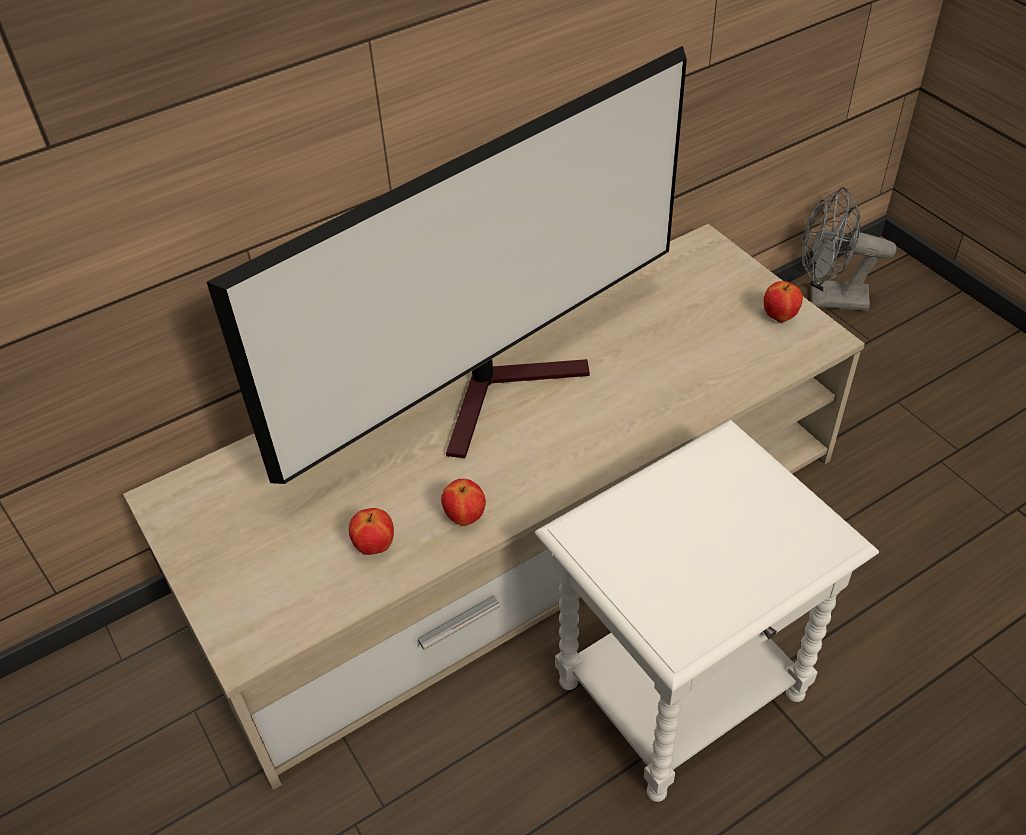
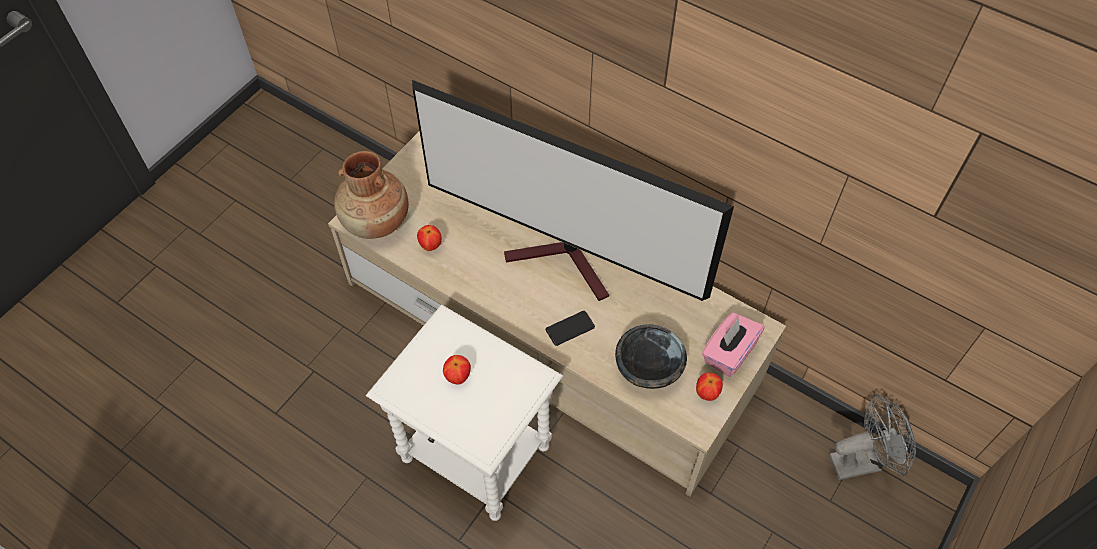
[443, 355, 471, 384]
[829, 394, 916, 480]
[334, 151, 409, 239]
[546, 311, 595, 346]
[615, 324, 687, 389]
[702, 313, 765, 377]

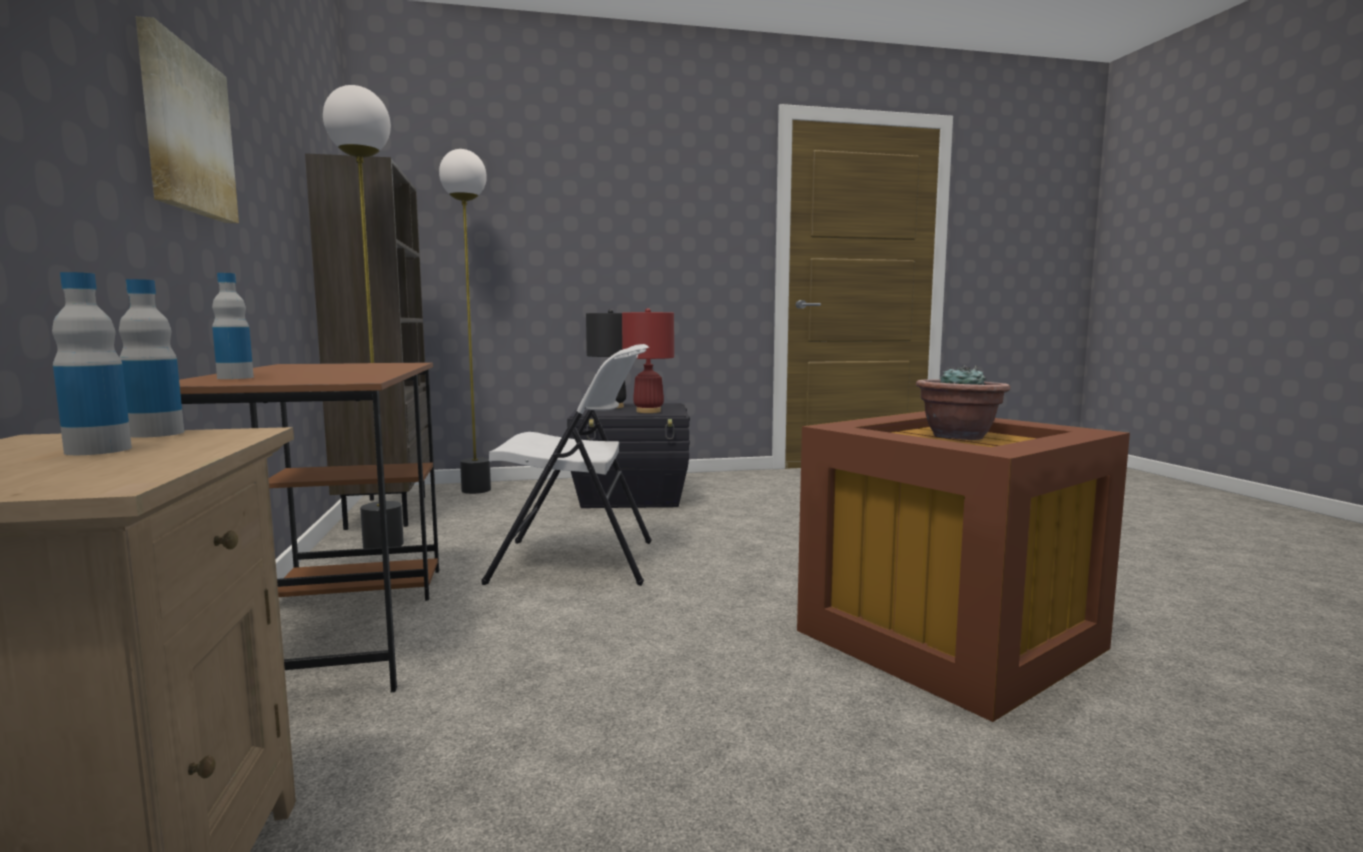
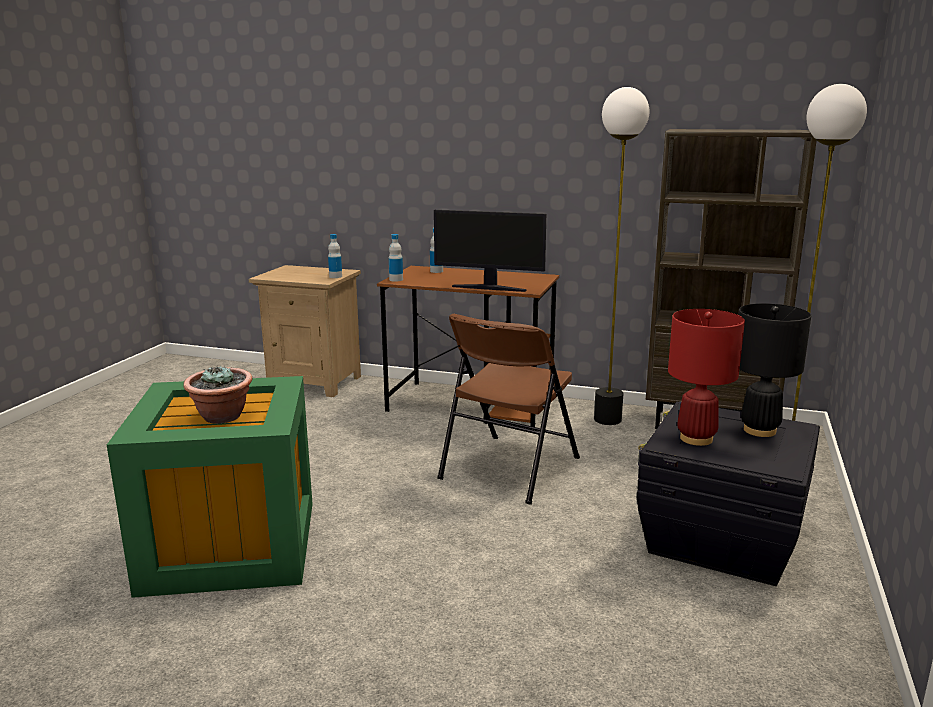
[389, 234, 403, 282]
[136, 16, 239, 223] (first image)
[437, 314, 580, 505]
[107, 376, 313, 598]
[434, 210, 546, 292]

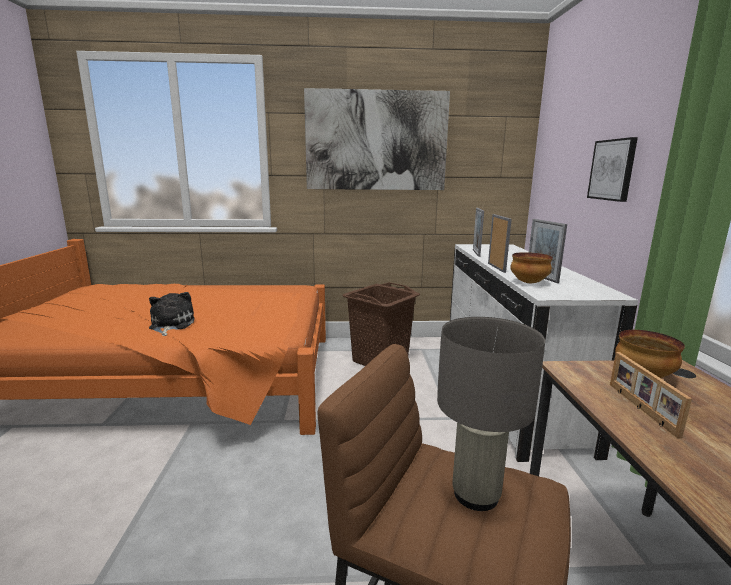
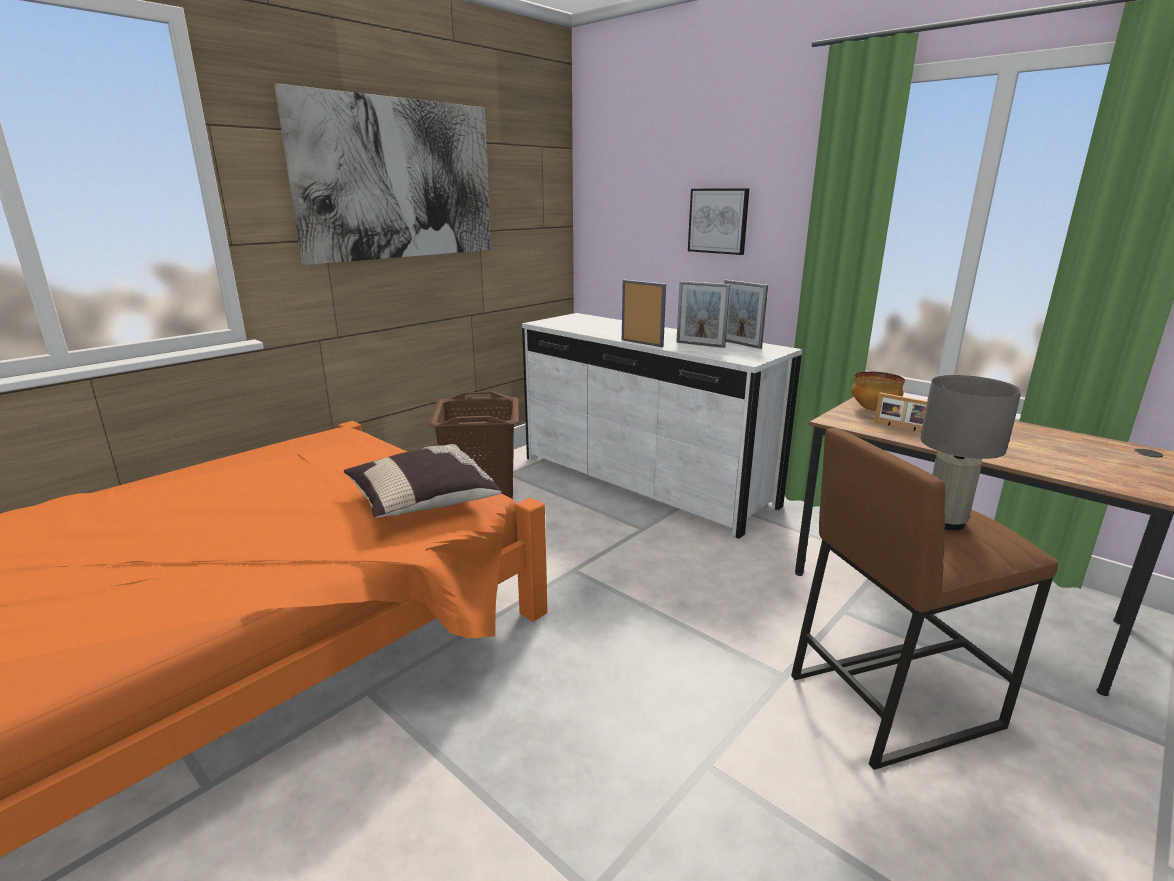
[149, 292, 195, 336] (first image)
[724, 280, 768, 349]
[511, 252, 553, 283] (first image)
[344, 444, 502, 518]

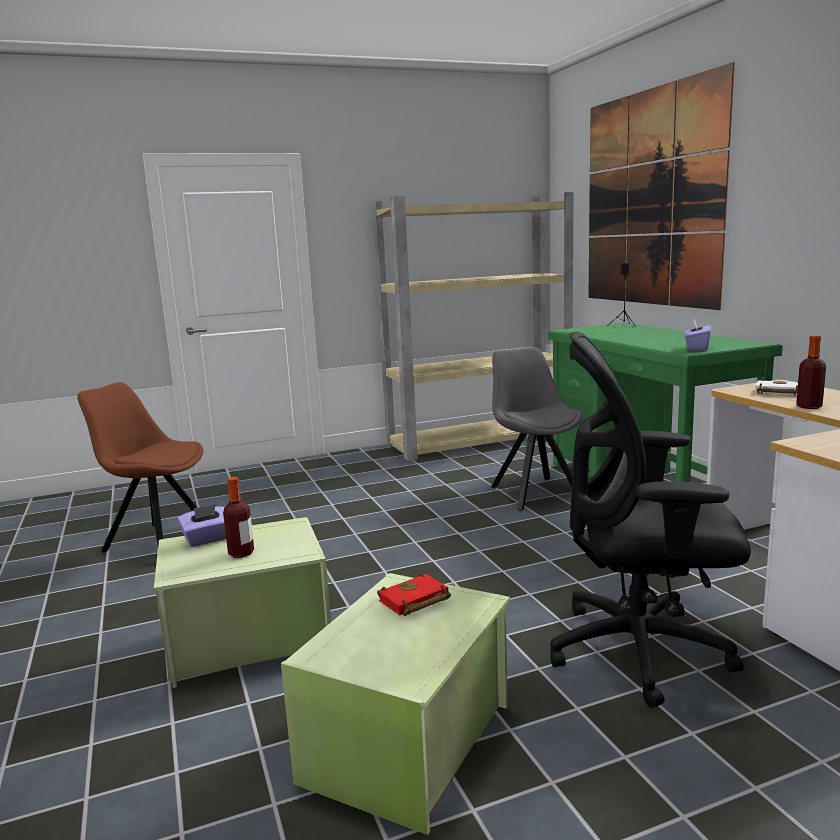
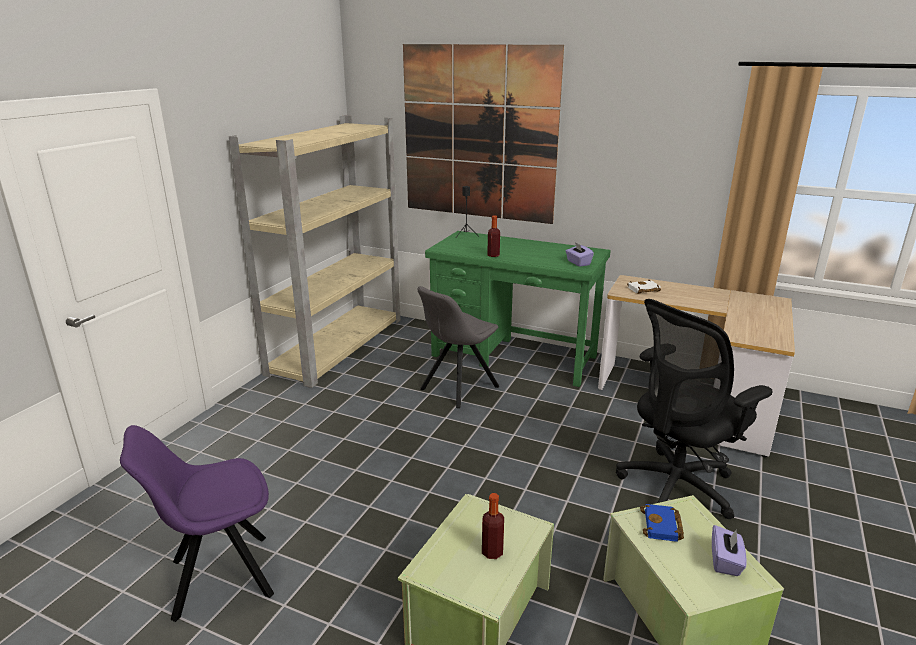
[120, 425, 274, 622]
[712, 525, 747, 576]
[640, 504, 684, 542]
[417, 286, 499, 408]
[487, 215, 500, 257]

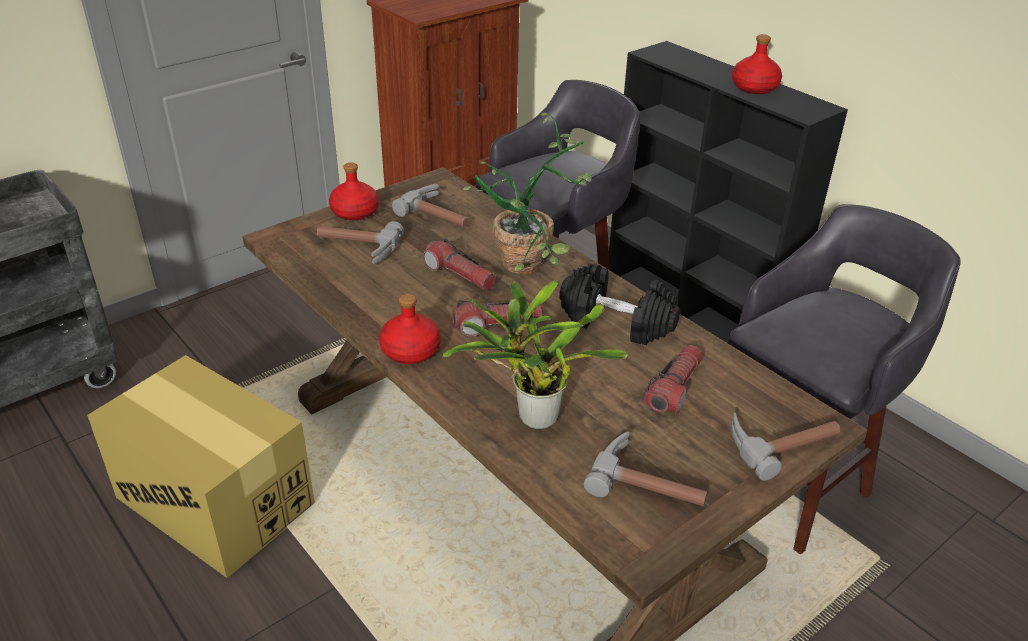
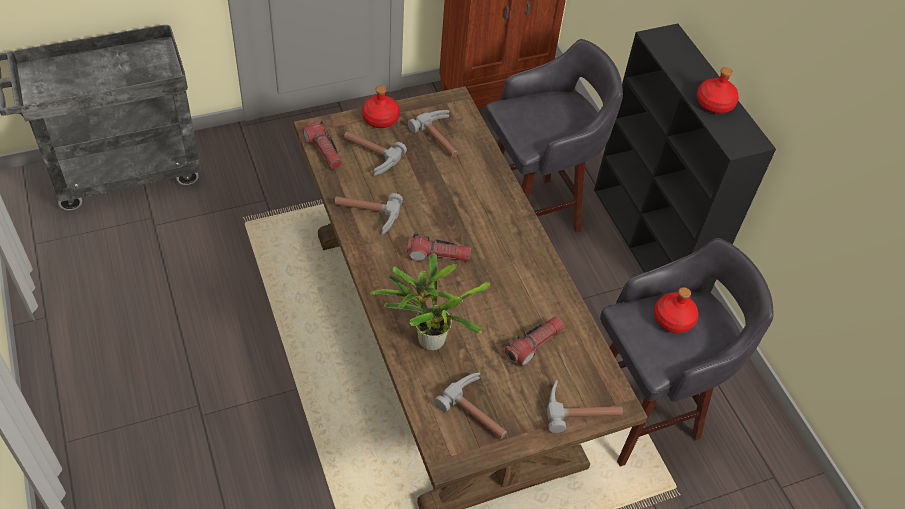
[87, 355, 315, 578] (first image)
[654, 287, 698, 333]
[303, 120, 343, 169]
[463, 113, 592, 274] (first image)
[559, 263, 680, 346] (first image)
[335, 193, 403, 235]

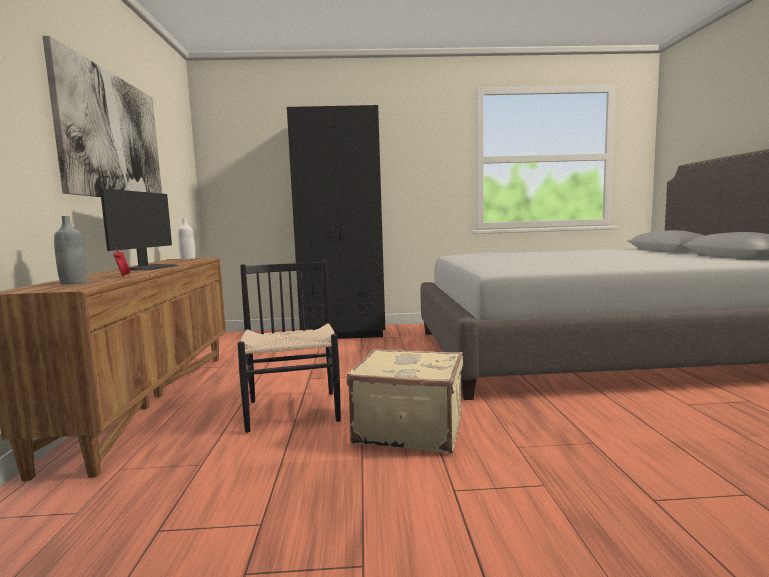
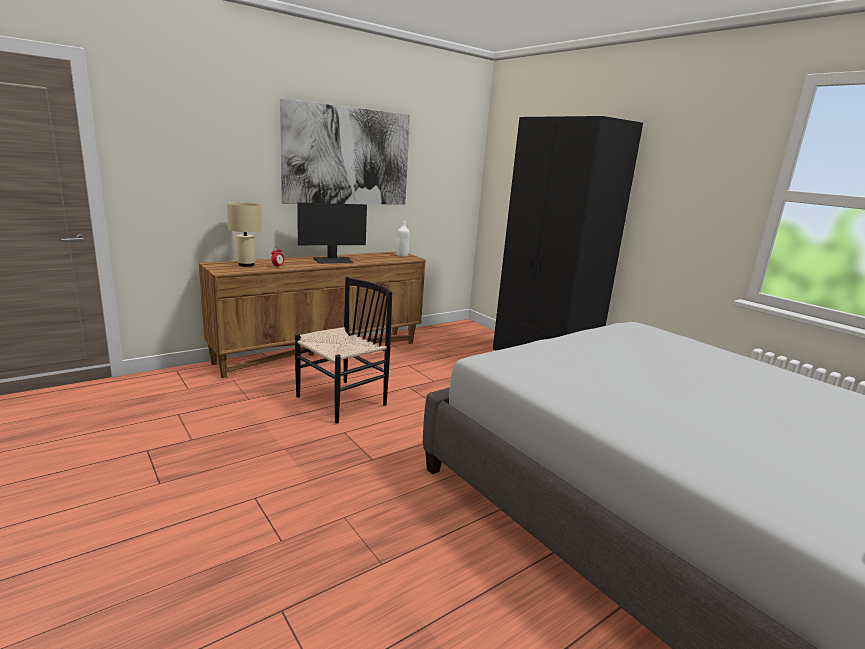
[227, 202, 262, 267]
[347, 349, 463, 453] (first image)

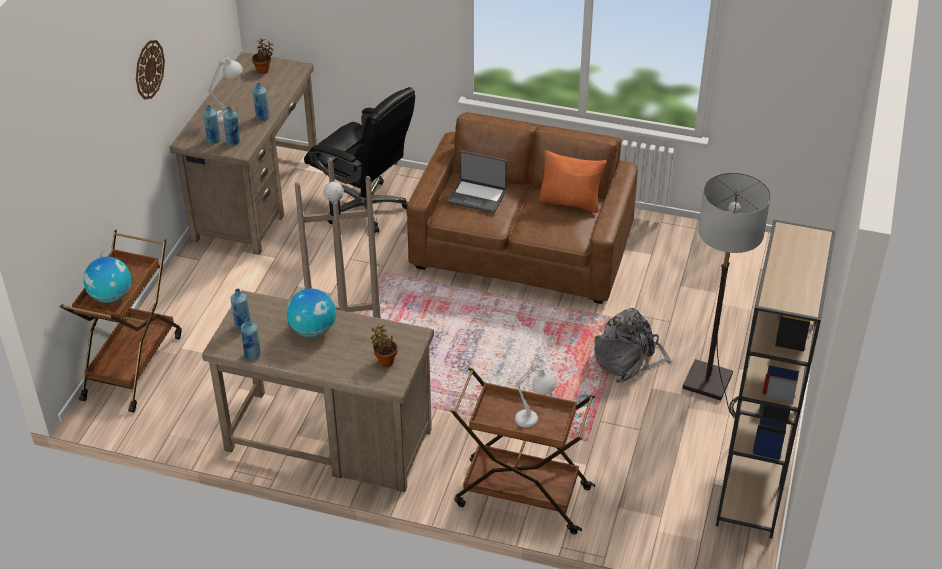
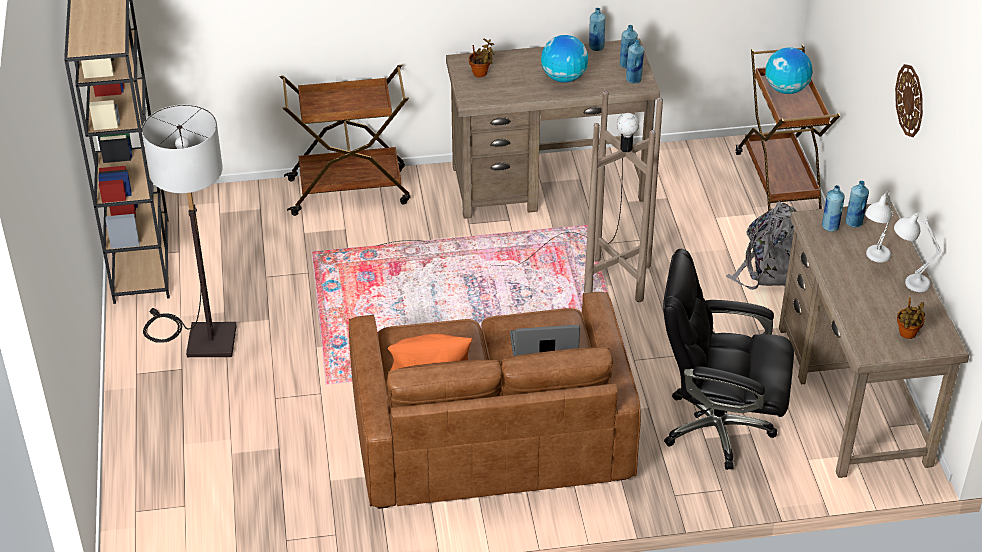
[626, 39, 644, 84]
[894, 213, 942, 292]
[726, 201, 796, 290]

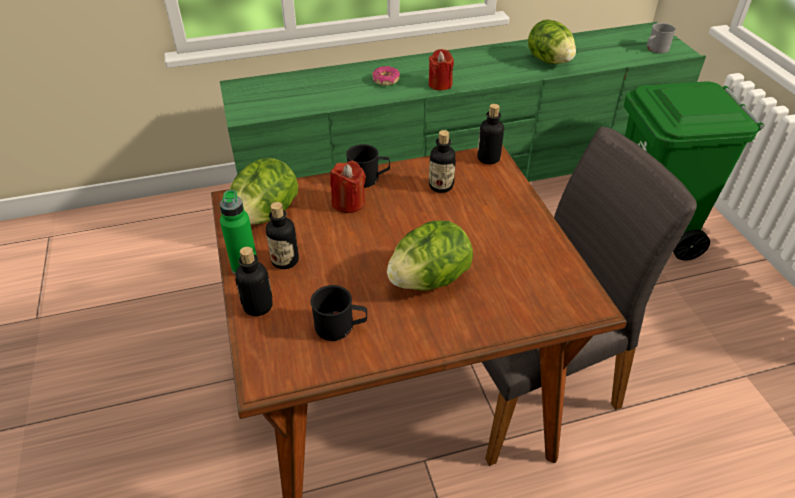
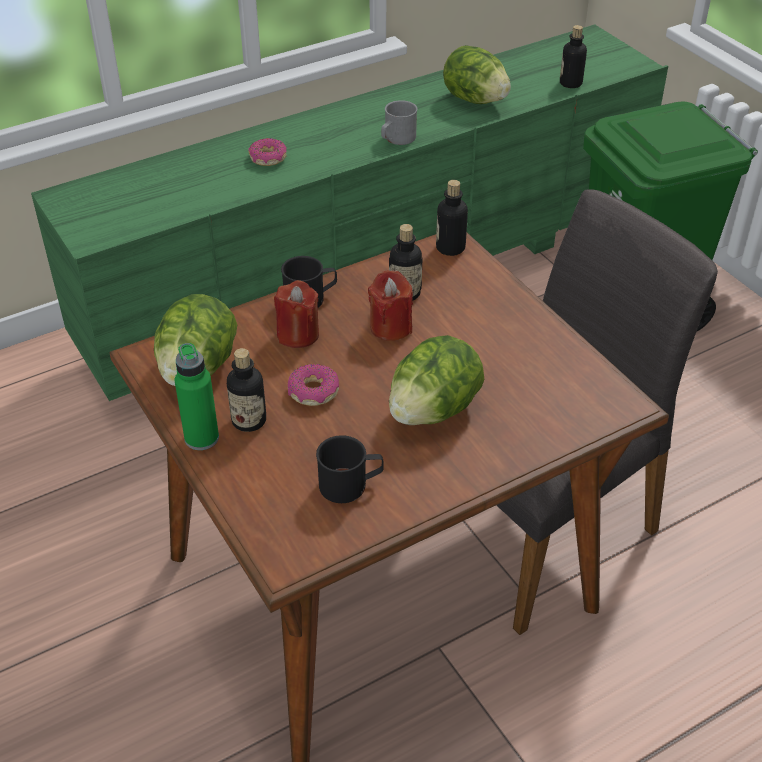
[560, 25, 587, 88]
[368, 270, 413, 341]
[381, 100, 418, 145]
[288, 364, 339, 406]

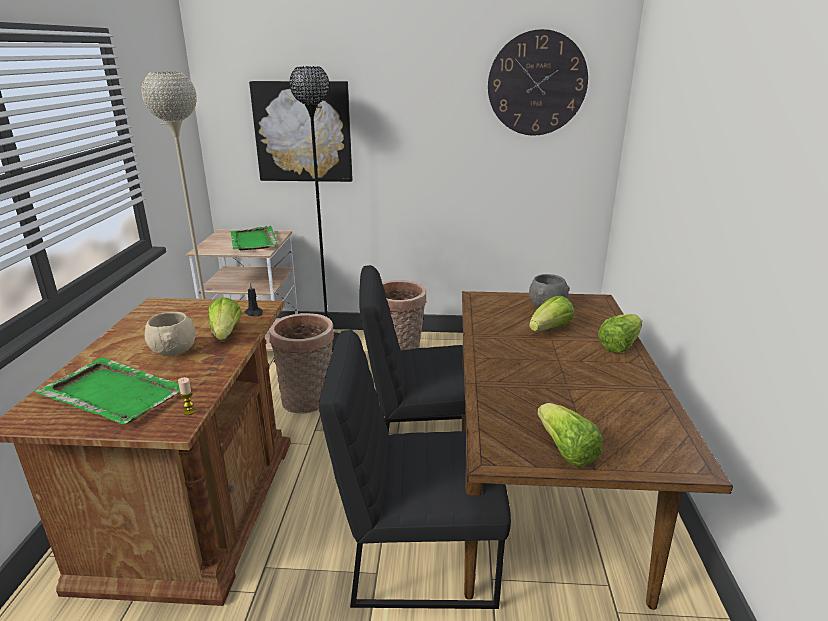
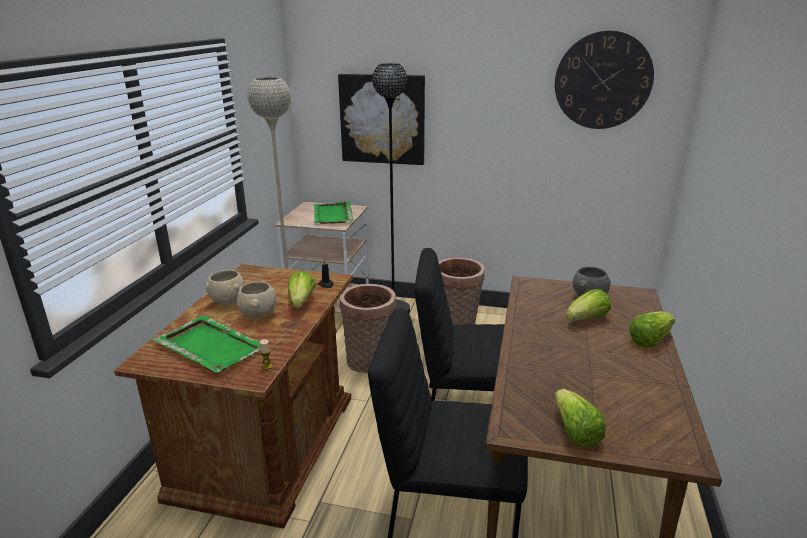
[205, 270, 245, 305]

